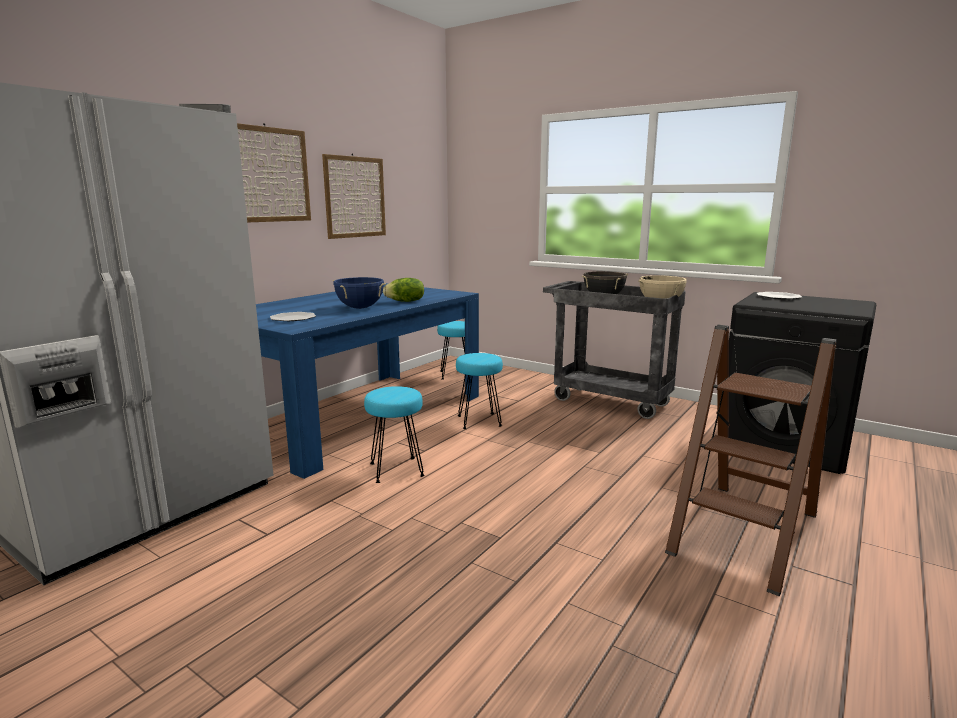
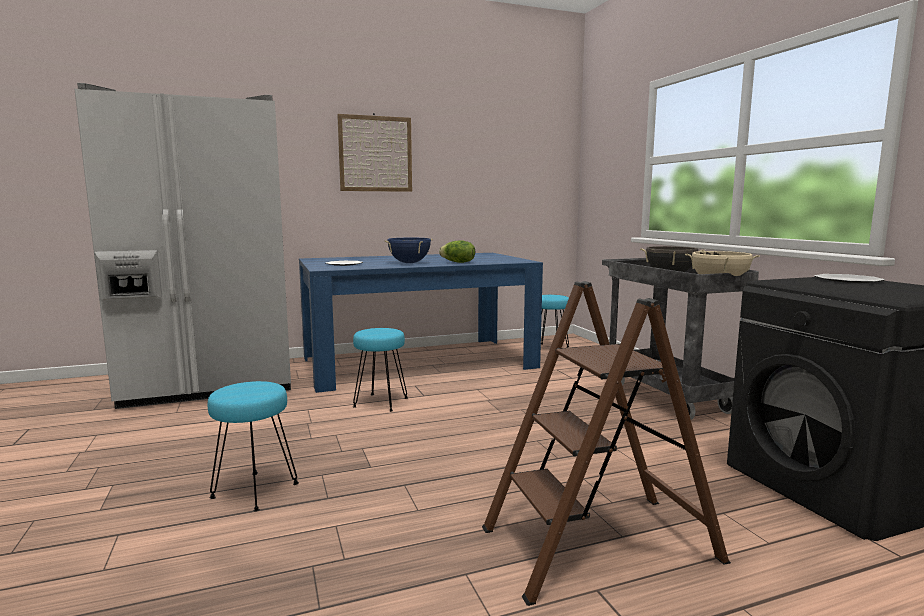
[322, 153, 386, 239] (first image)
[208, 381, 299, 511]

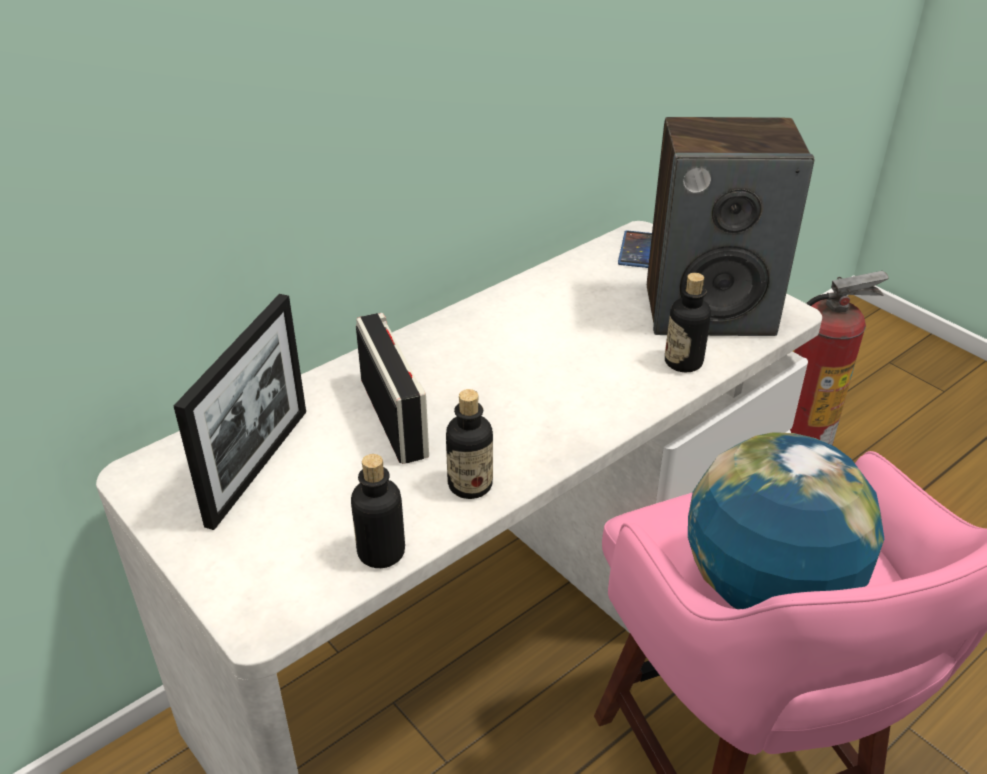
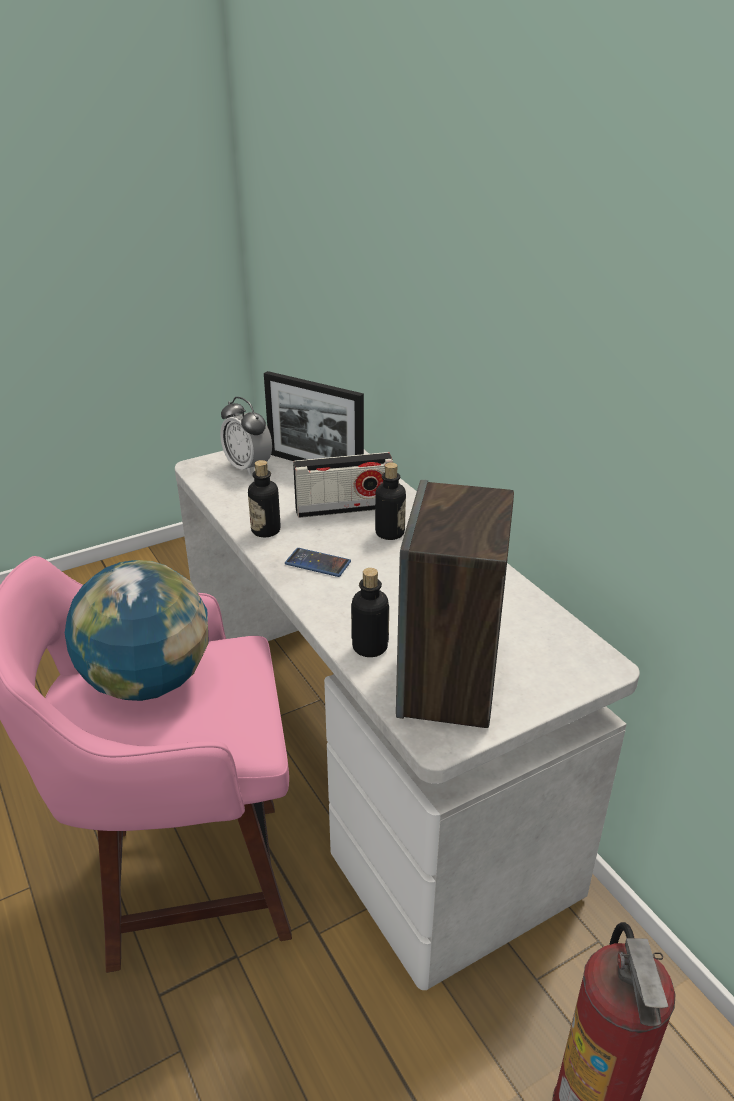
[375, 462, 406, 540]
[285, 548, 351, 577]
[220, 397, 272, 476]

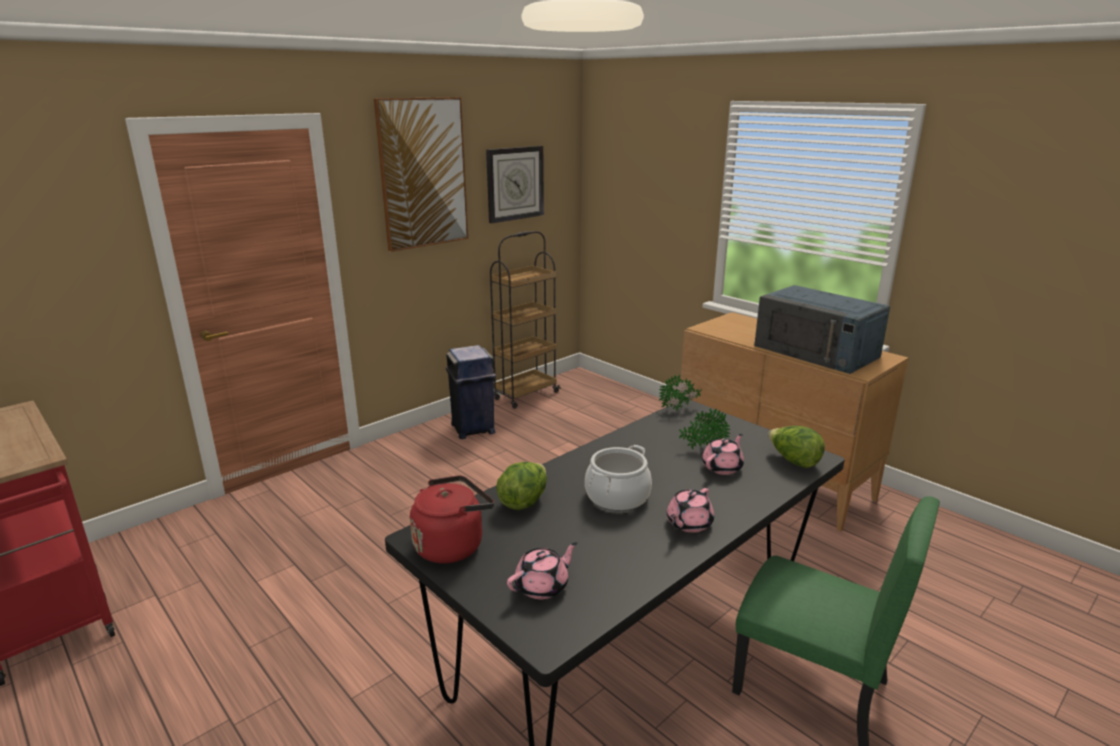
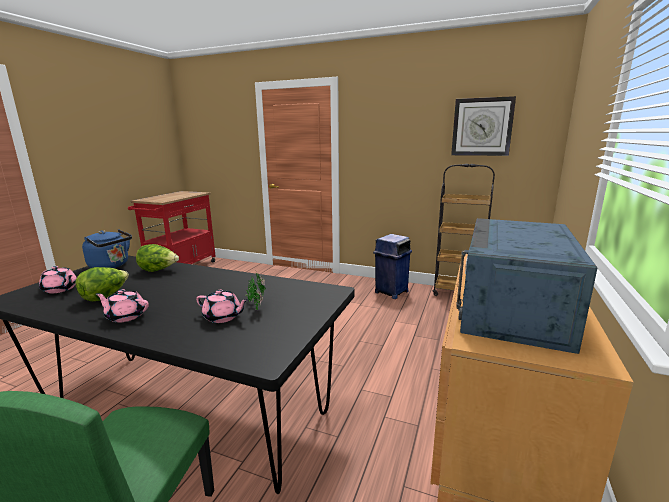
[374, 97, 468, 252] (first image)
[82, 229, 132, 268]
[585, 445, 652, 511] (first image)
[659, 375, 702, 411] (first image)
[75, 267, 129, 301]

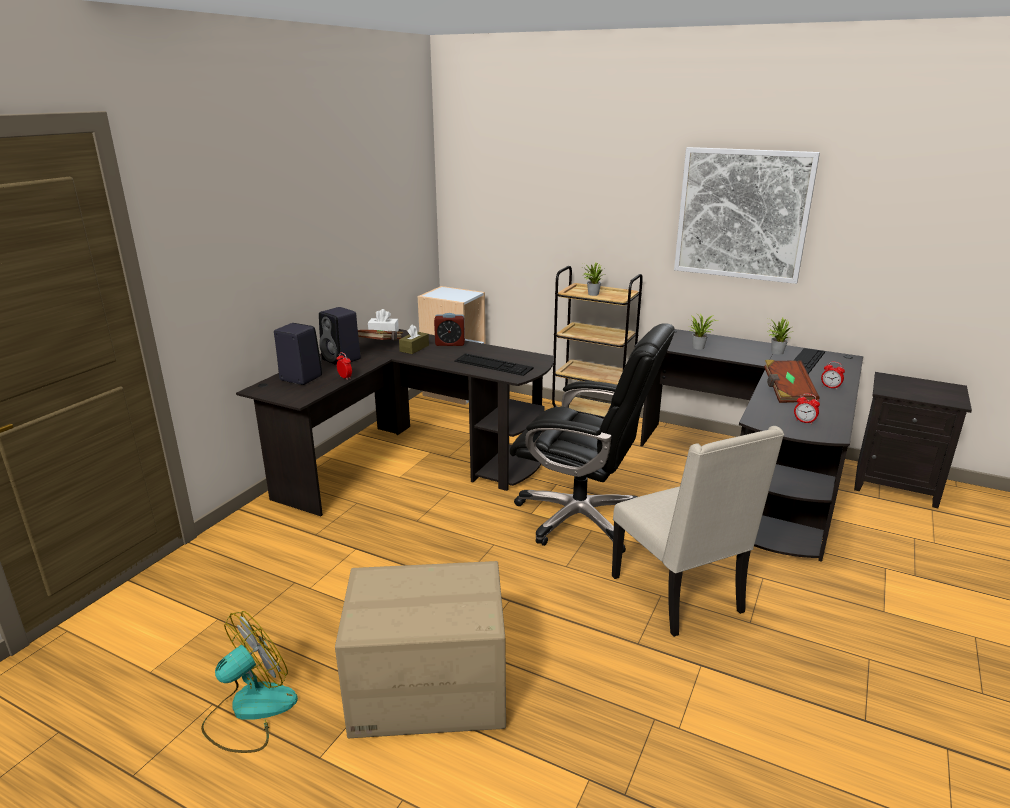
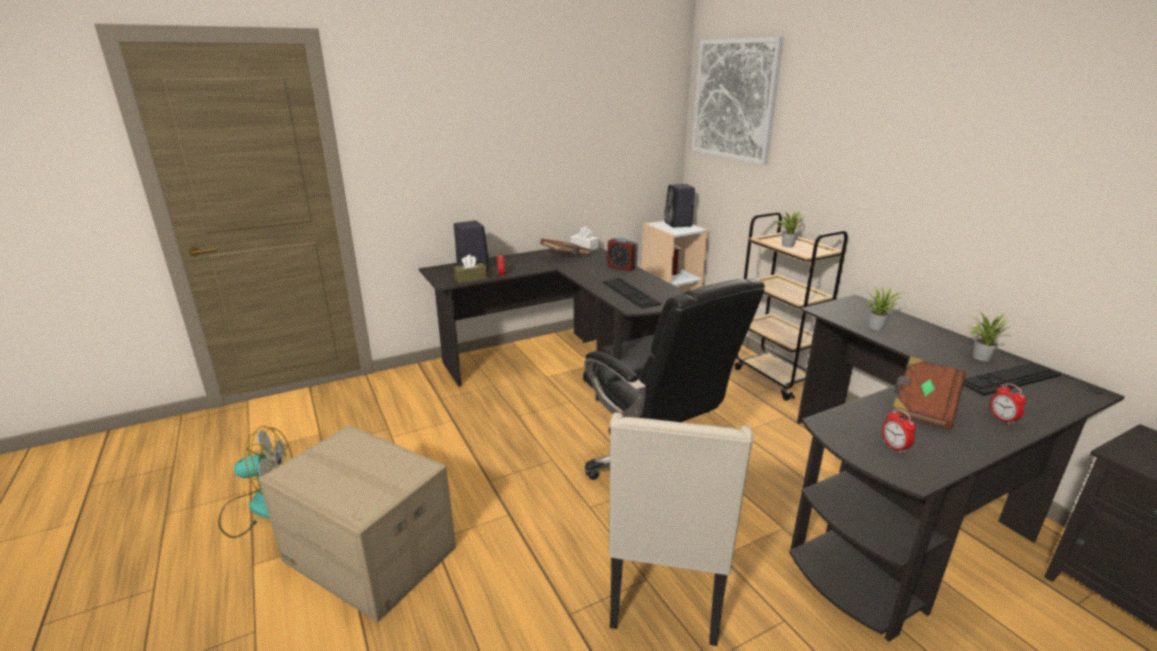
[665, 184, 695, 228]
[454, 254, 488, 283]
[692, 37, 784, 165]

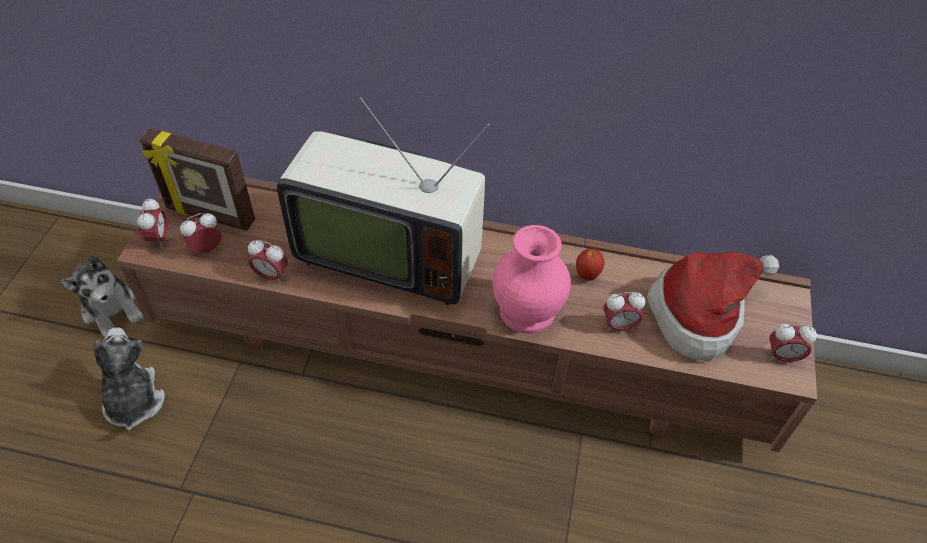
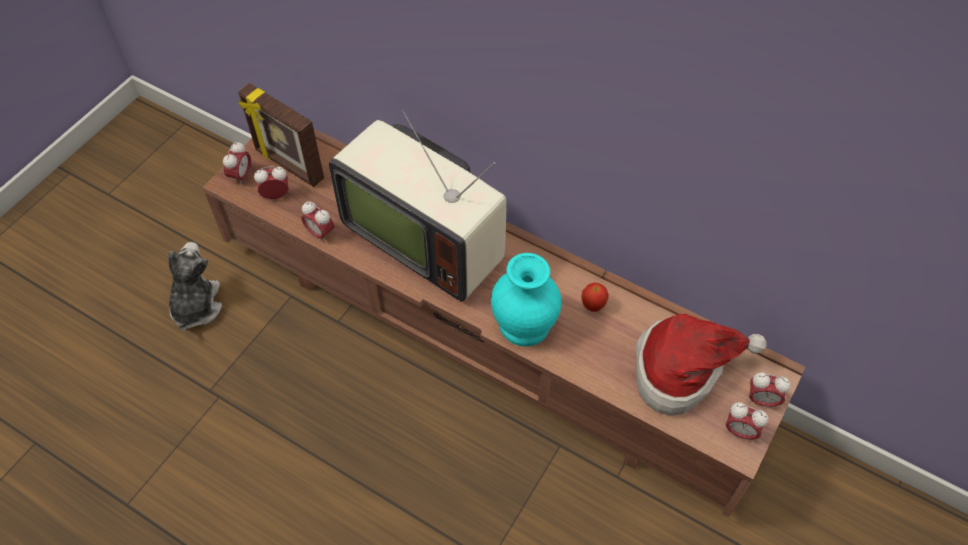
[60, 256, 144, 337] (first image)
[491, 253, 561, 346]
[748, 372, 791, 409]

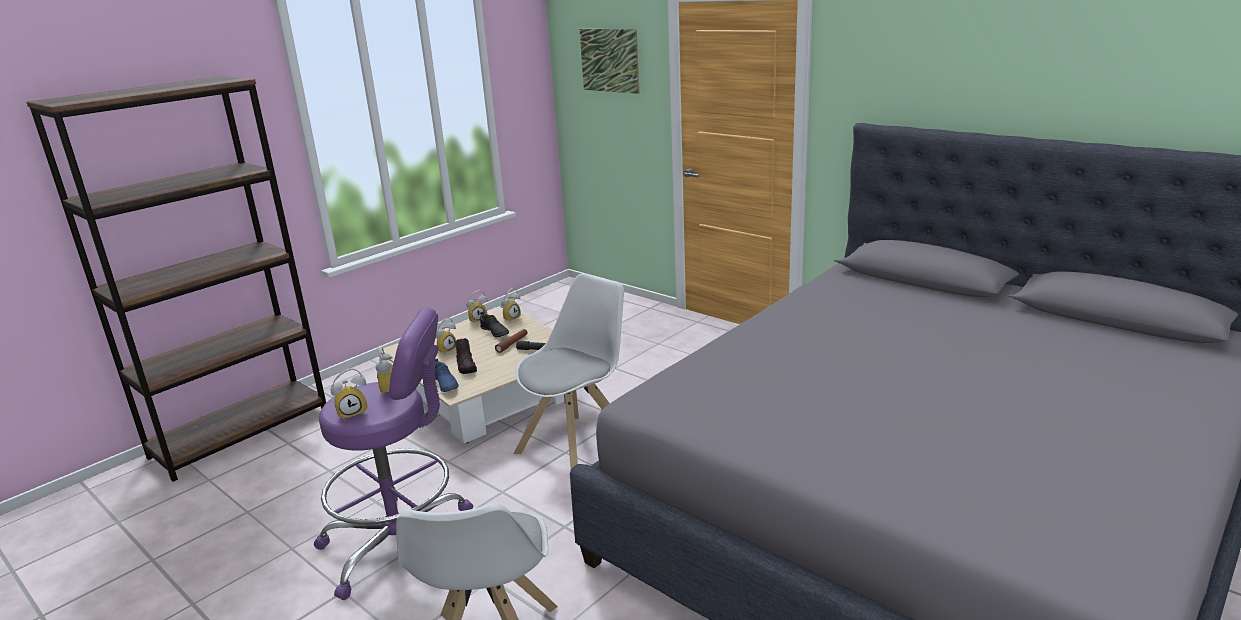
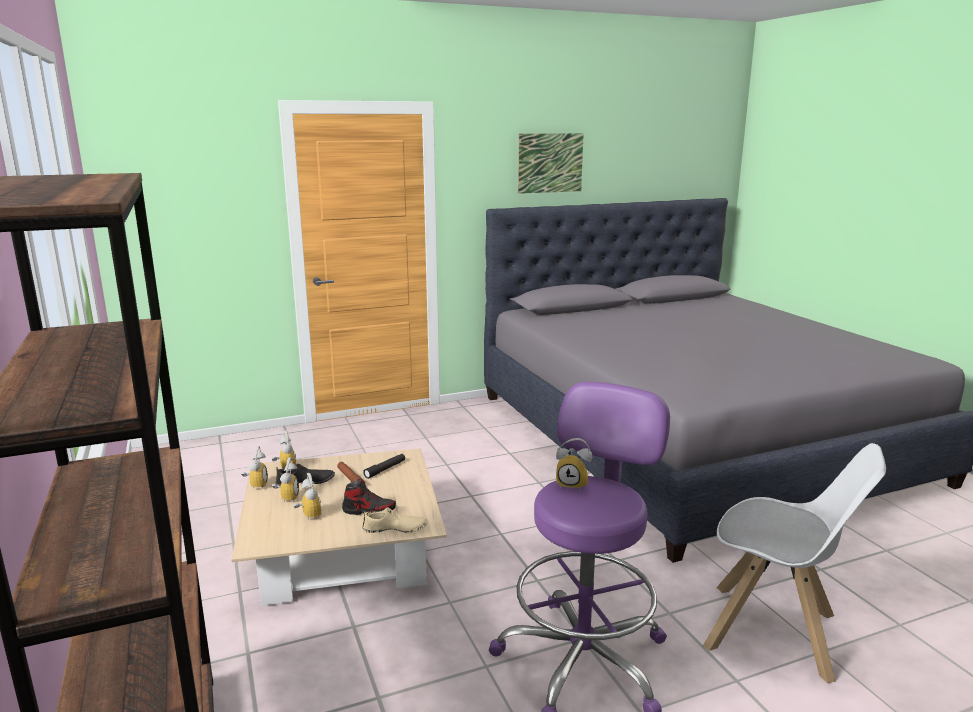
[272, 457, 299, 502]
[362, 507, 428, 533]
[514, 273, 624, 469] (first image)
[518, 133, 584, 194]

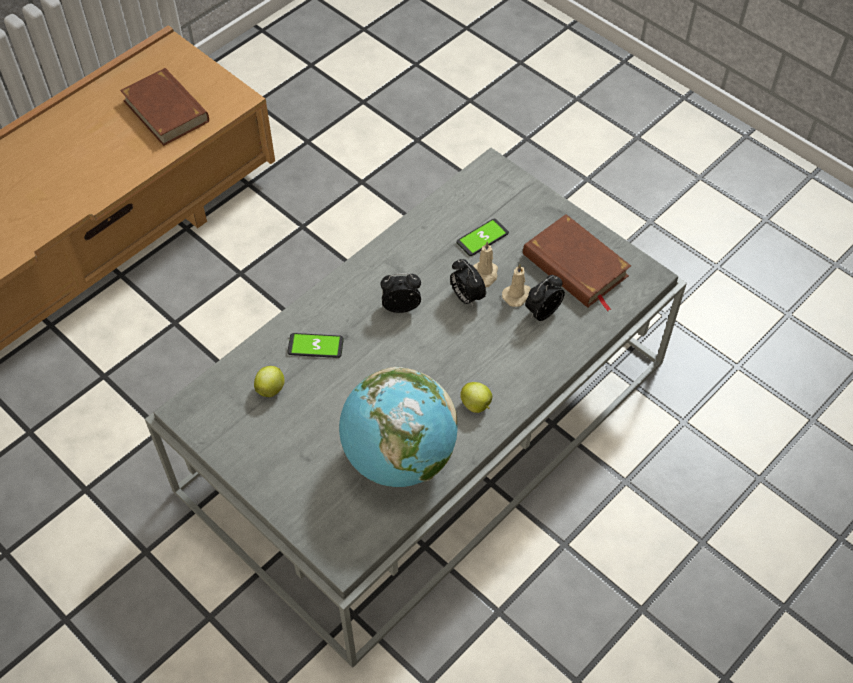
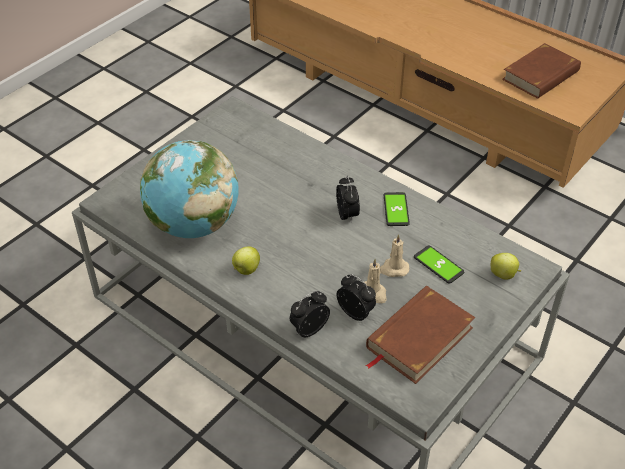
[491, 253, 521, 280]
[384, 192, 410, 226]
[290, 291, 330, 337]

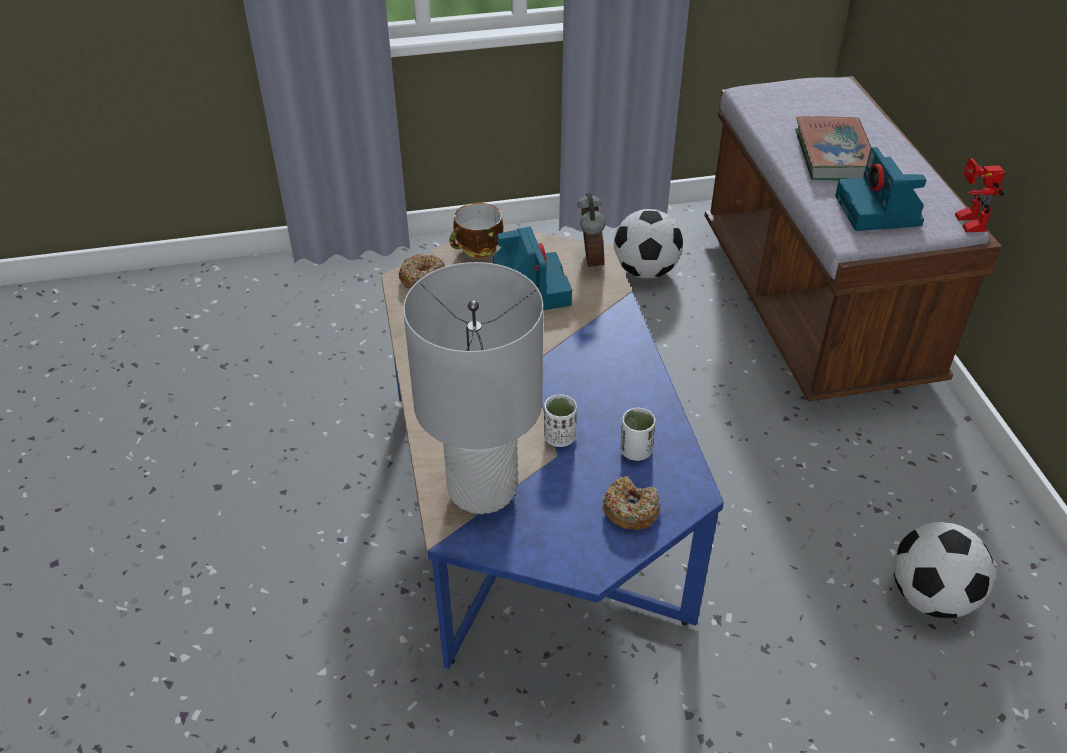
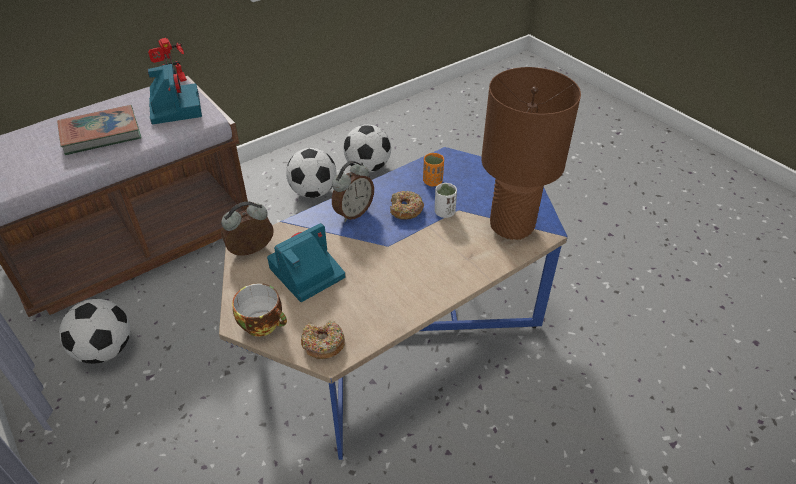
[481, 67, 581, 240]
[390, 191, 424, 220]
[423, 153, 444, 186]
[148, 64, 202, 124]
[286, 148, 337, 198]
[332, 161, 374, 222]

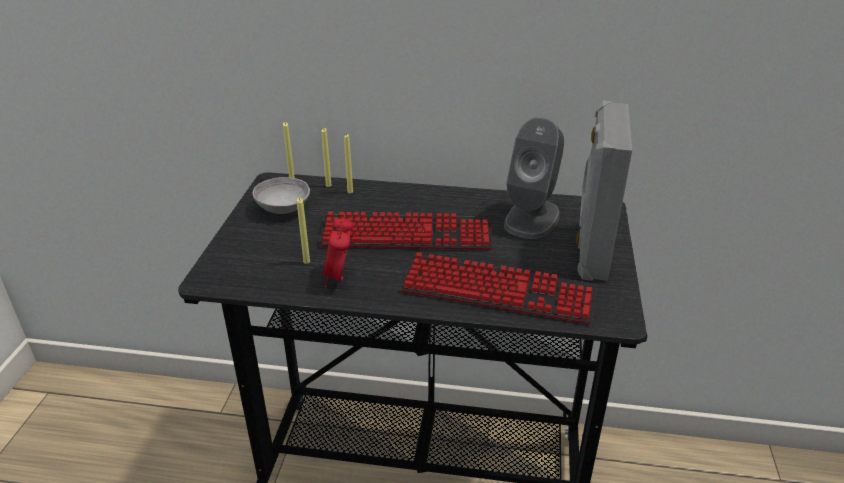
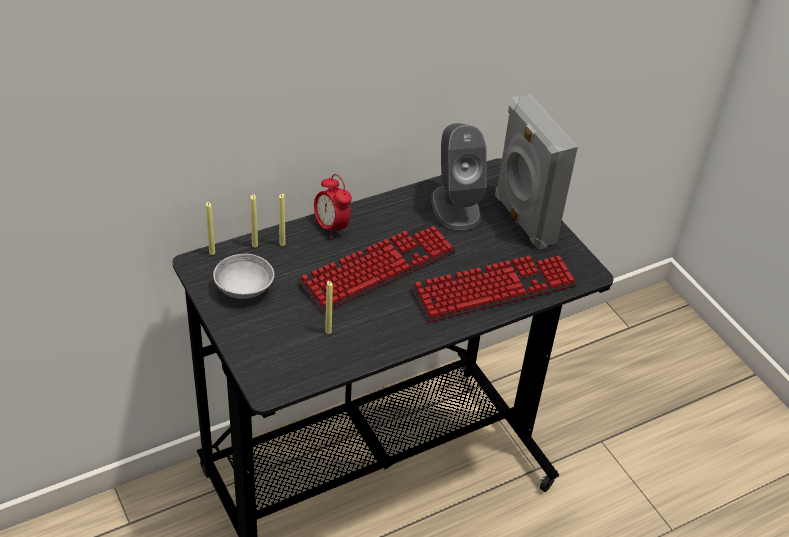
[314, 174, 352, 239]

